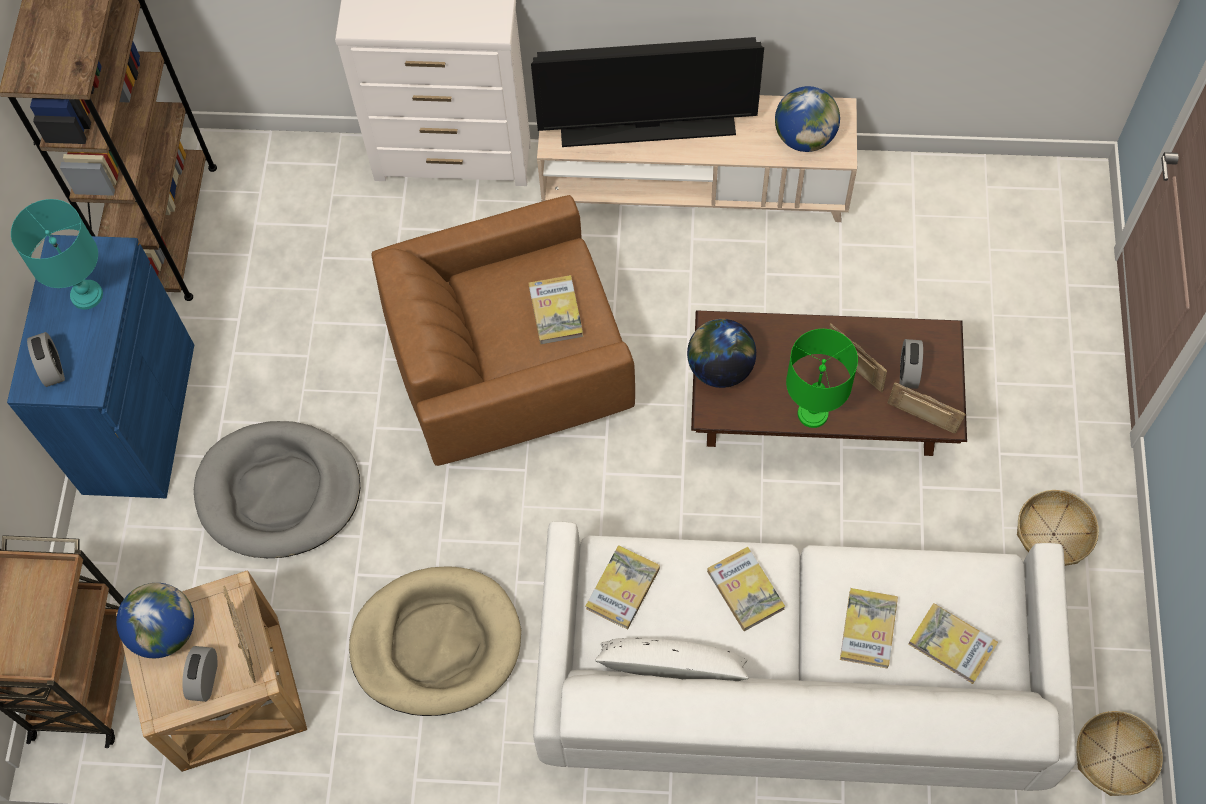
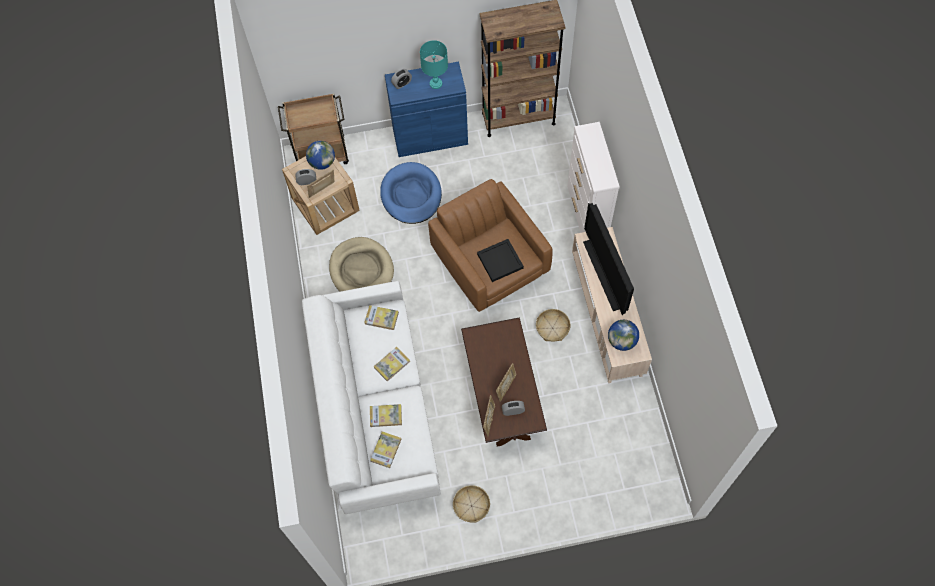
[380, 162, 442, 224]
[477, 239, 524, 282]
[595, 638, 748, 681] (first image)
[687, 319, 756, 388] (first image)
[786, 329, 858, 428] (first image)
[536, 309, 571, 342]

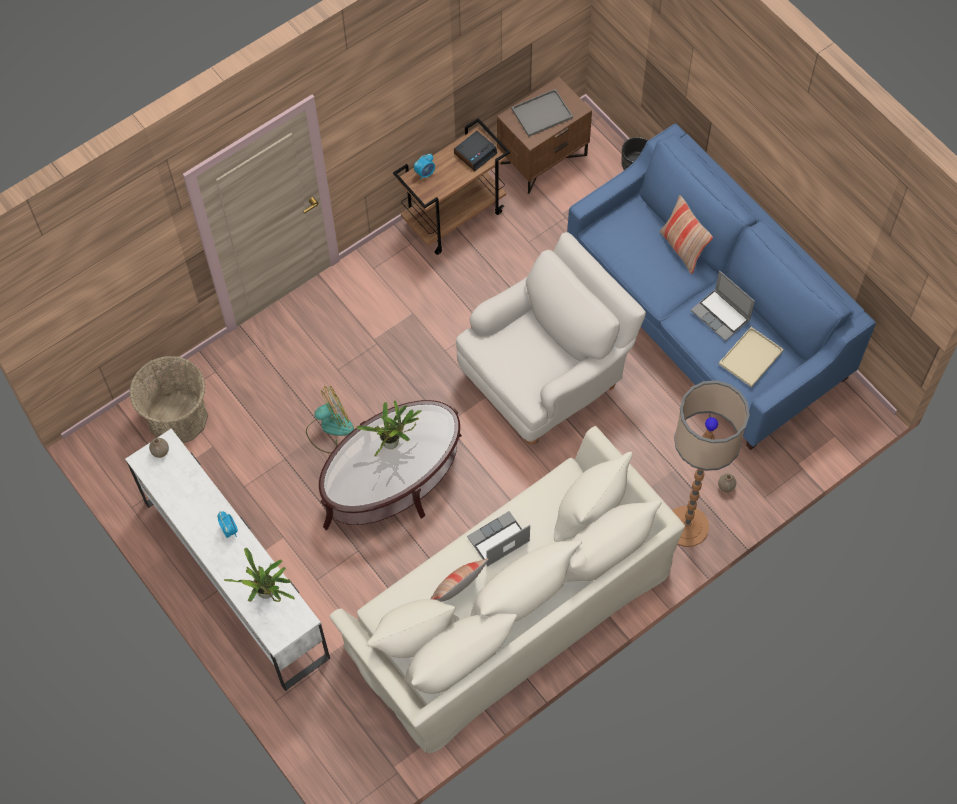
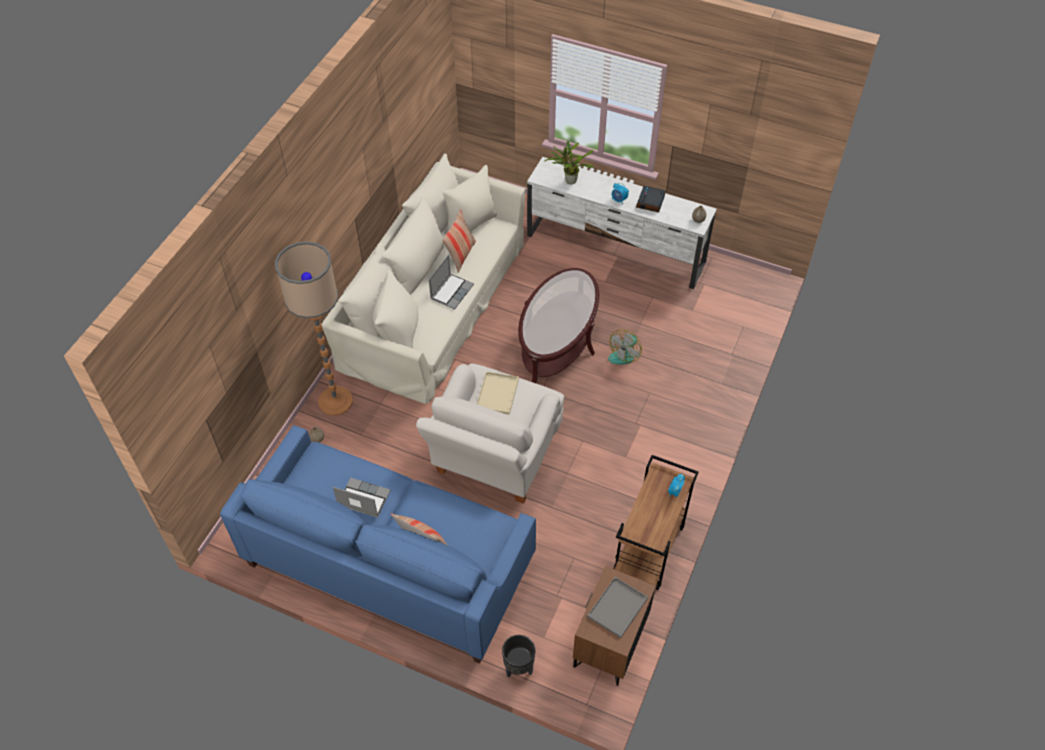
[129, 356, 208, 443] (first image)
[356, 401, 422, 456] (first image)
[636, 186, 665, 212]
[477, 371, 519, 415]

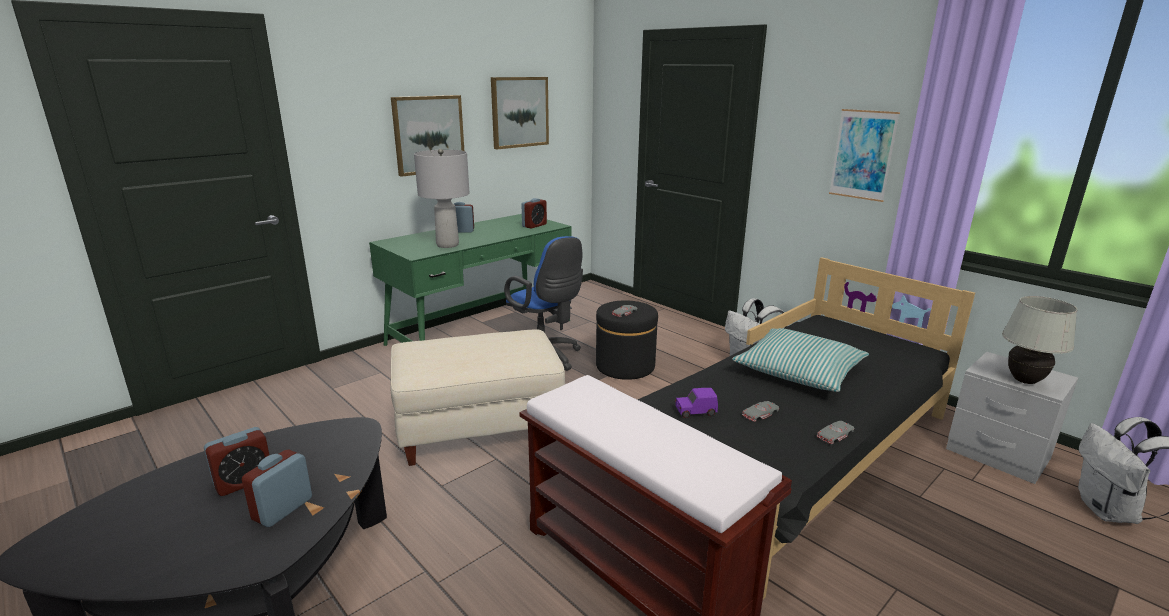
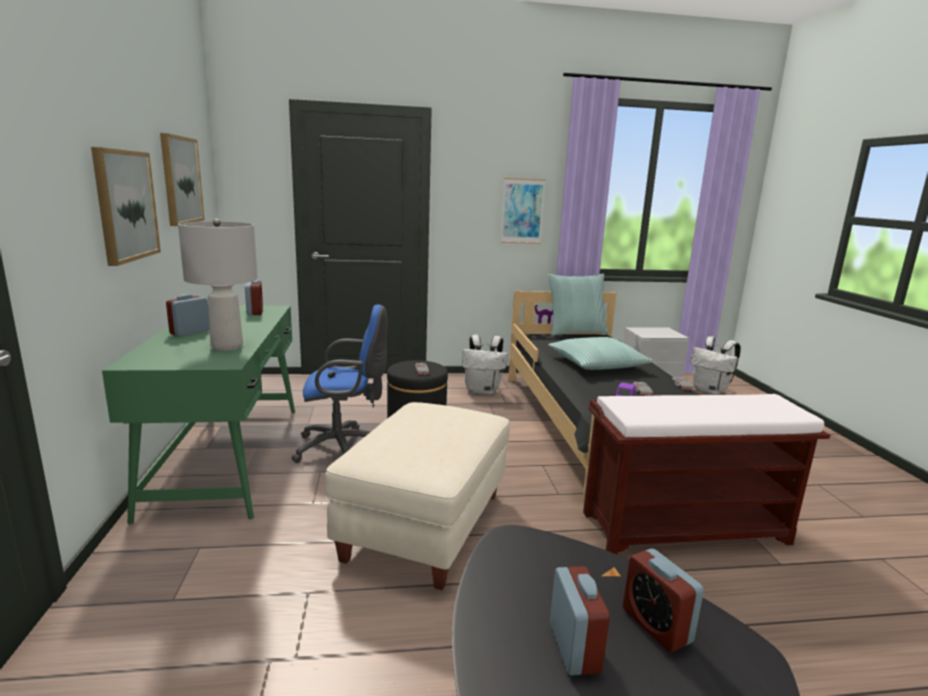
[1002, 296, 1077, 384] (first image)
[548, 273, 609, 336]

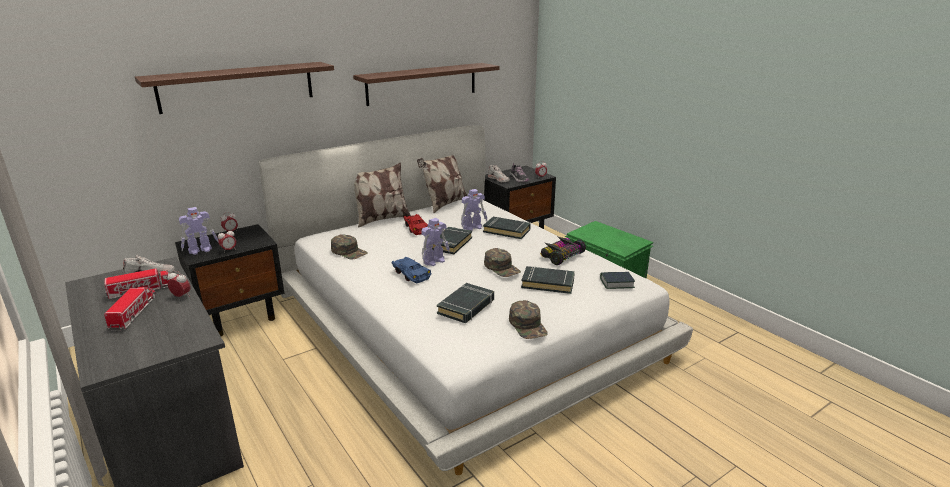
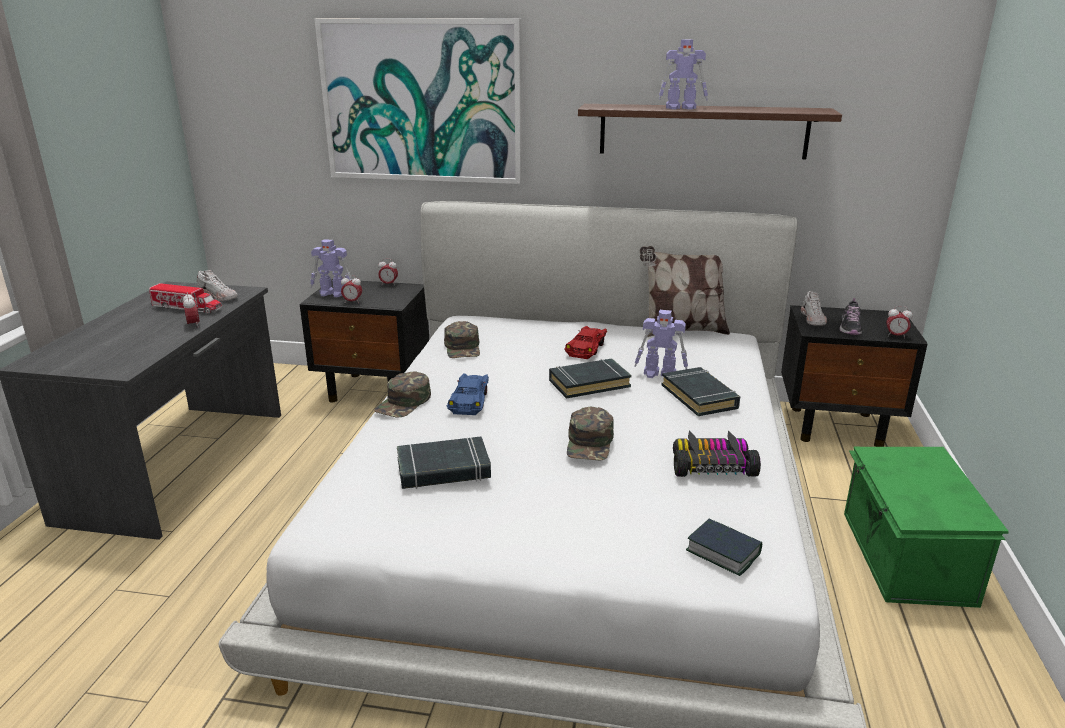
[104, 287, 156, 331] (first image)
[314, 18, 522, 184]
[354, 163, 411, 228] (first image)
[658, 40, 708, 110]
[374, 371, 431, 417]
[521, 266, 575, 294] (first image)

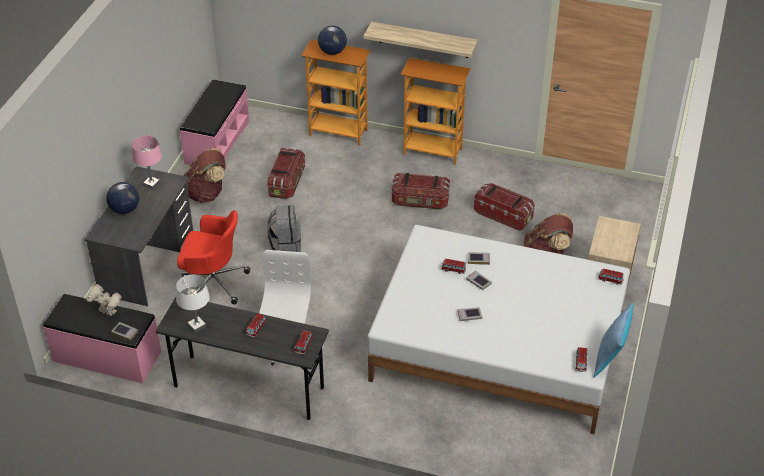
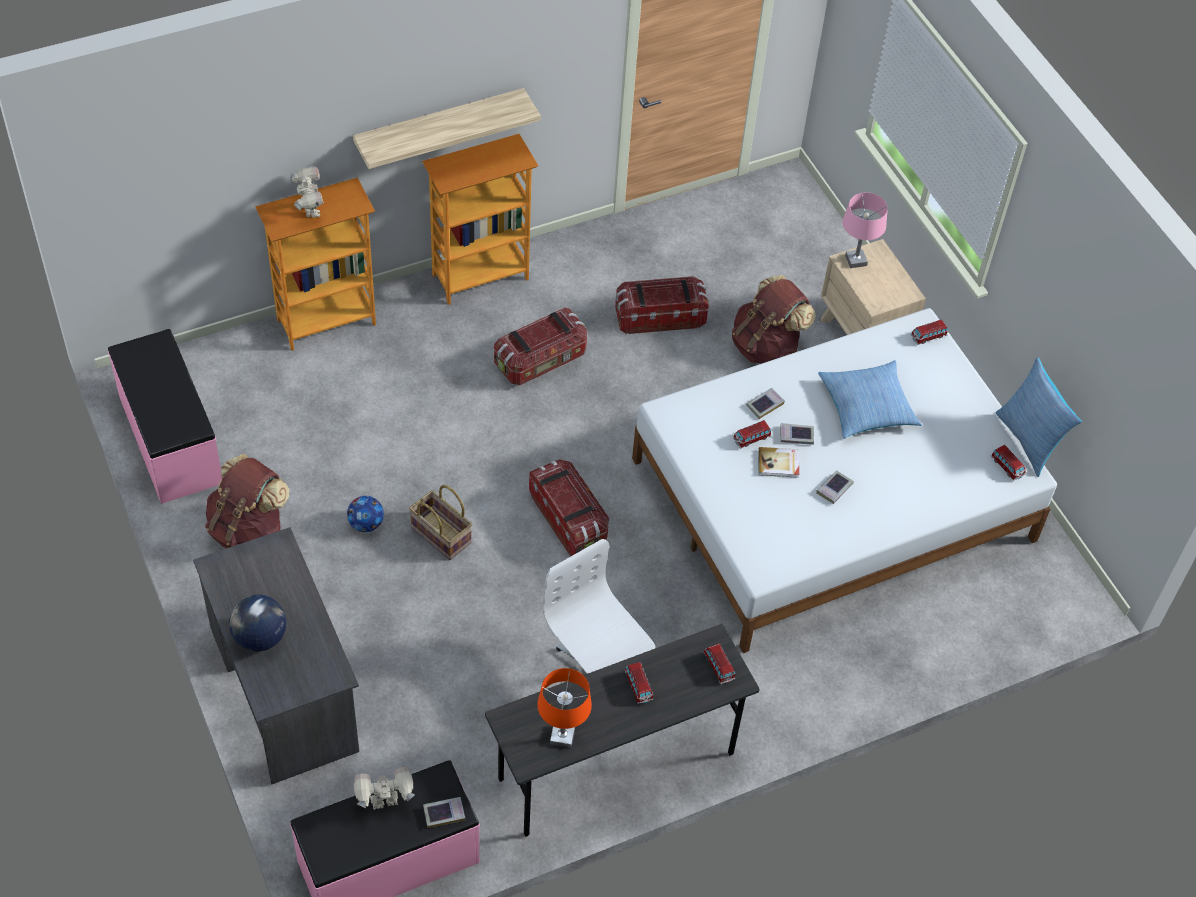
[843, 192, 888, 268]
[537, 668, 592, 748]
[177, 210, 250, 305] (first image)
[529, 459, 609, 556]
[409, 485, 472, 560]
[290, 167, 324, 218]
[347, 496, 384, 532]
[758, 447, 799, 478]
[818, 360, 922, 439]

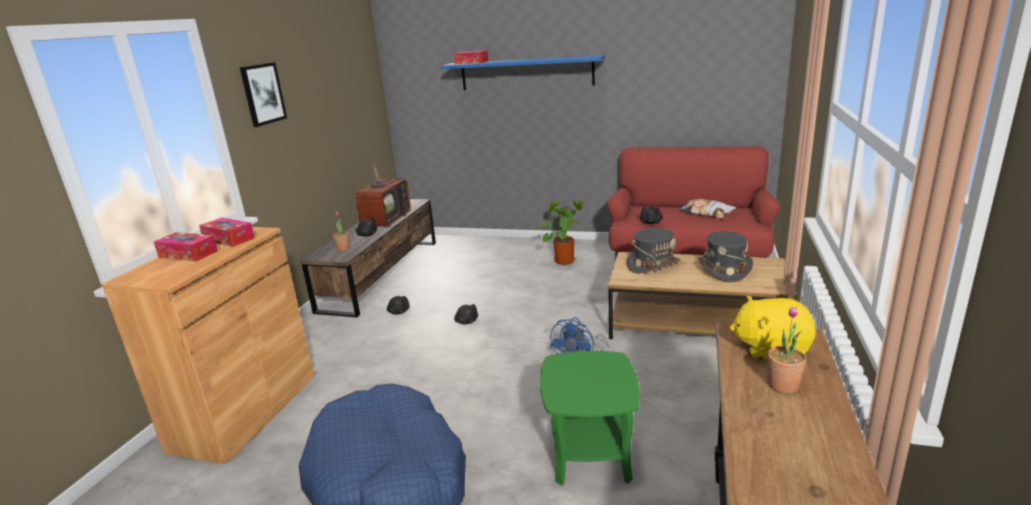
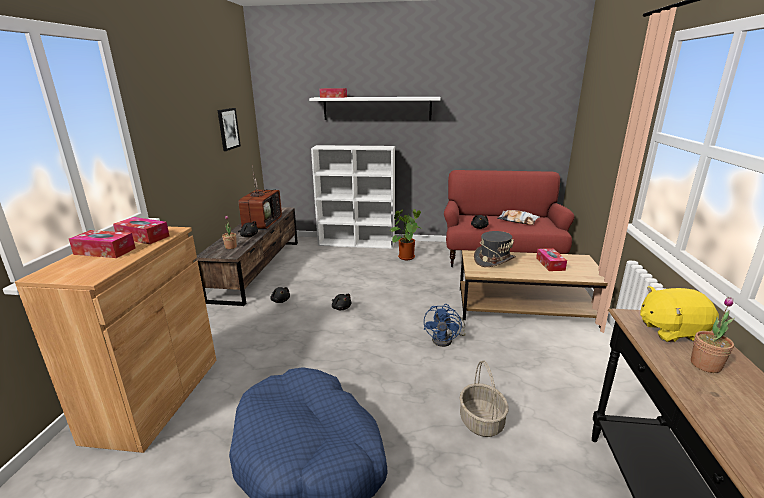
[218, 108, 241, 151]
[309, 97, 441, 120]
[460, 360, 509, 437]
[536, 248, 567, 271]
[311, 145, 395, 249]

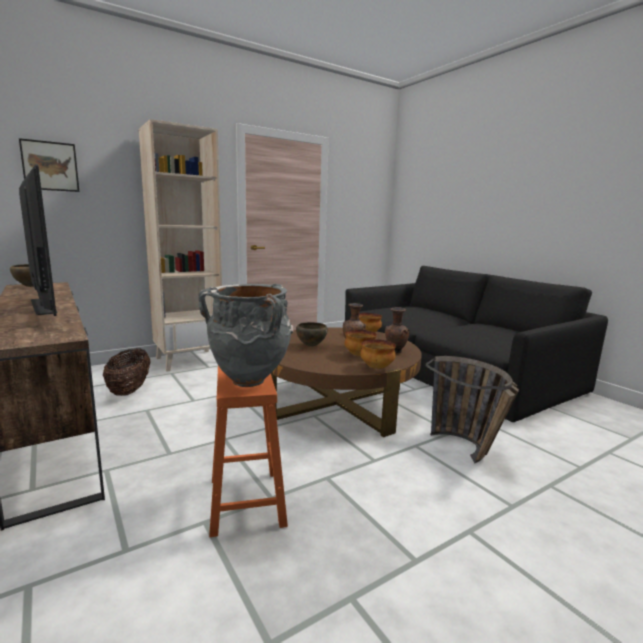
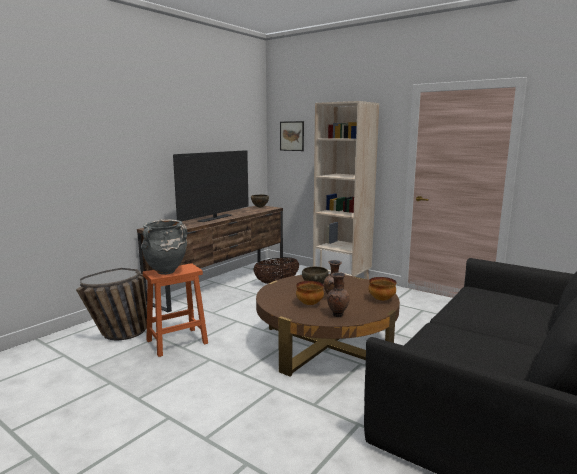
[360, 339, 396, 369] (first image)
[76, 268, 147, 340]

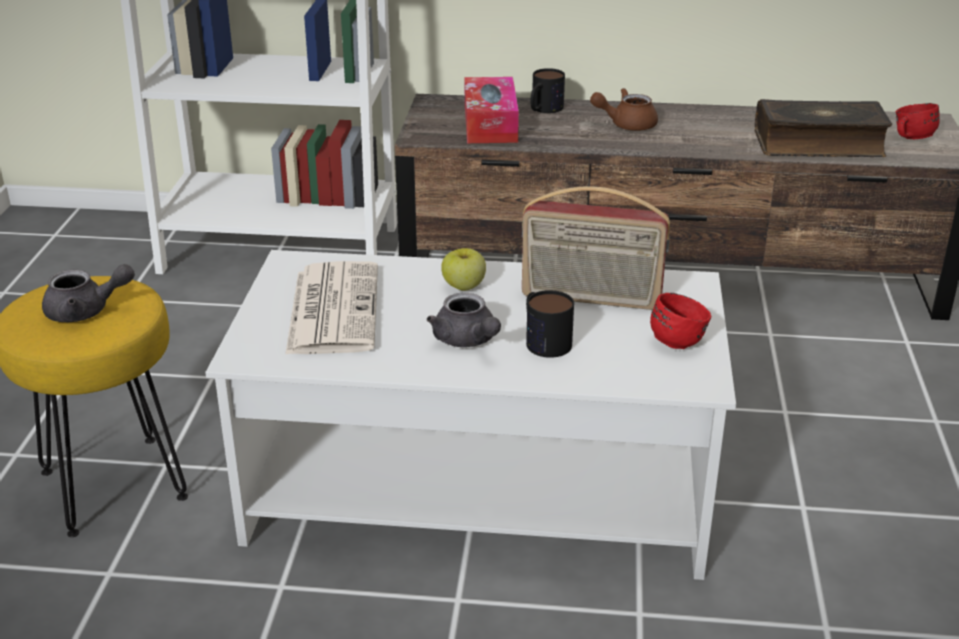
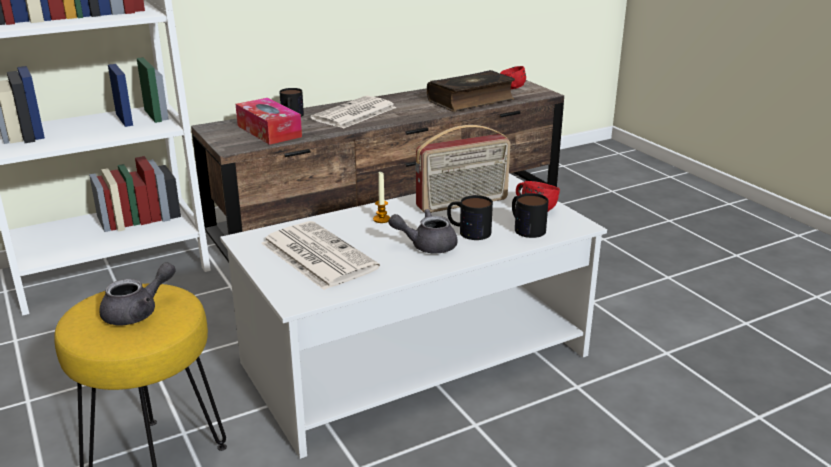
[388, 209, 458, 253]
[373, 172, 390, 223]
[311, 96, 396, 129]
[512, 193, 548, 238]

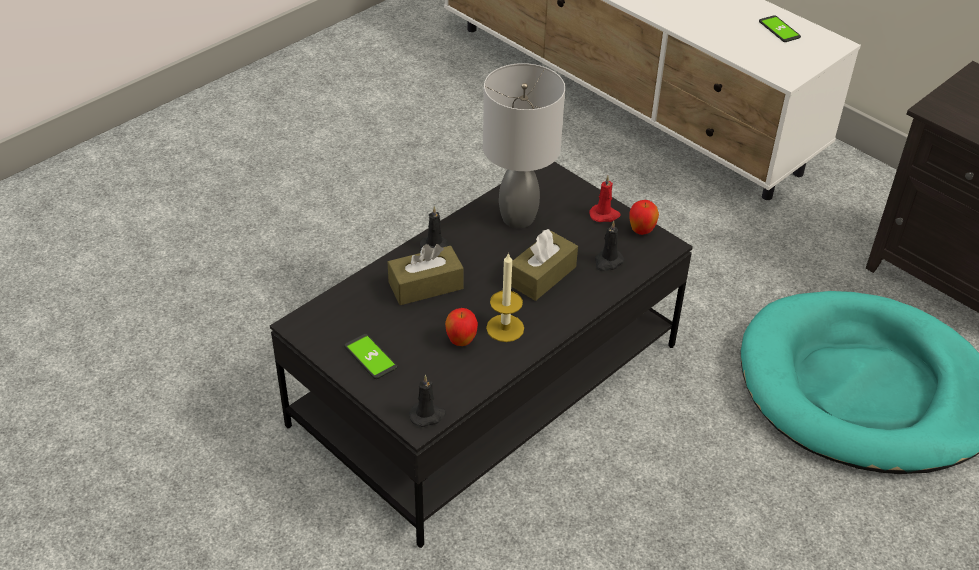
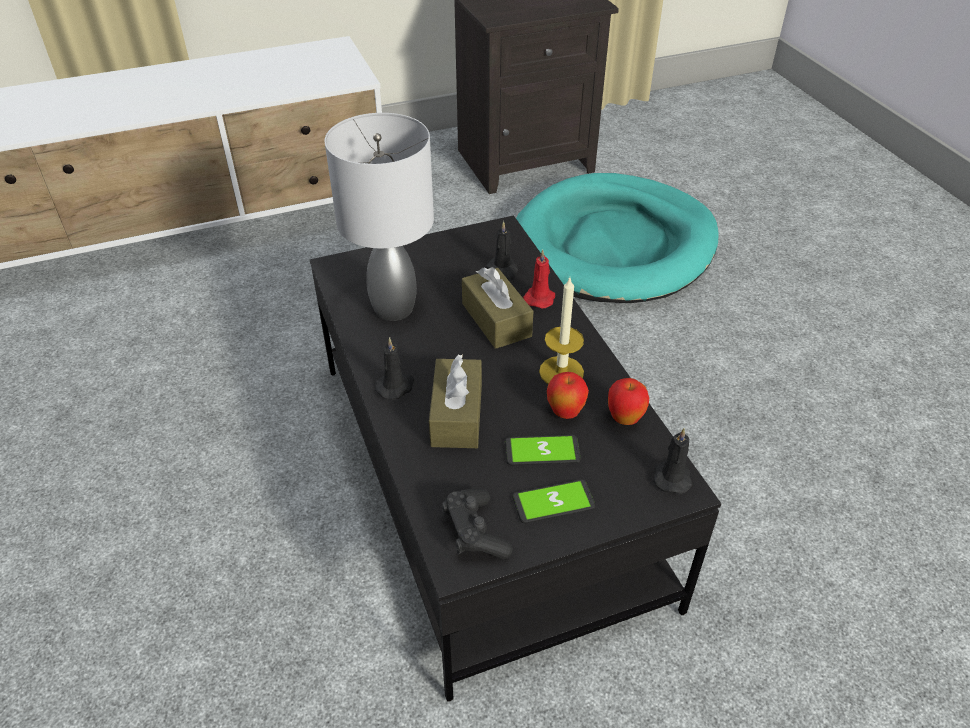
[523, 249, 555, 308]
[608, 378, 649, 425]
[505, 435, 581, 466]
[442, 489, 512, 559]

